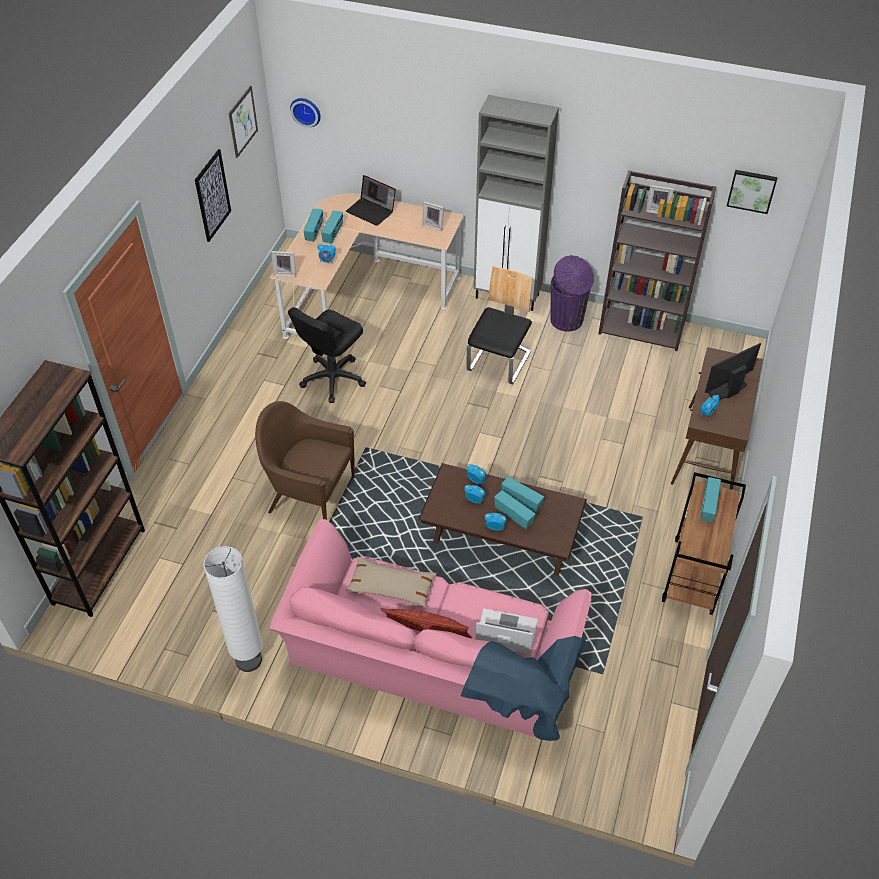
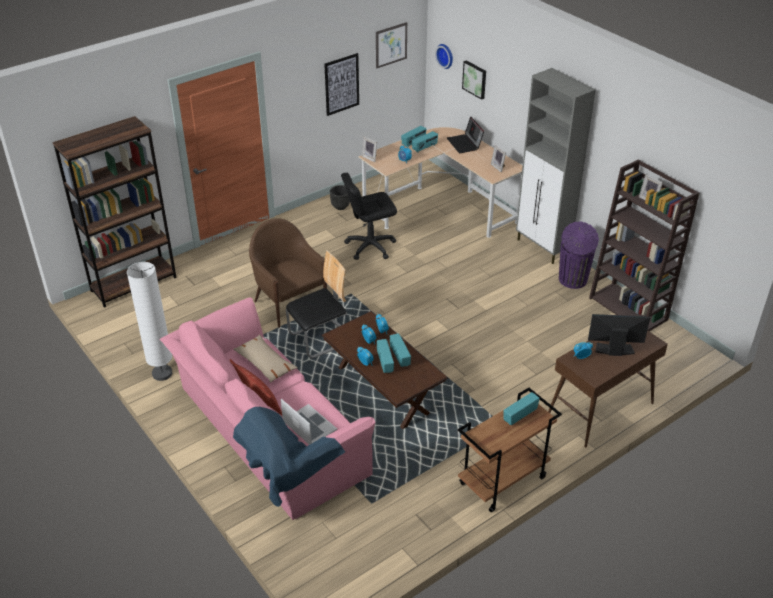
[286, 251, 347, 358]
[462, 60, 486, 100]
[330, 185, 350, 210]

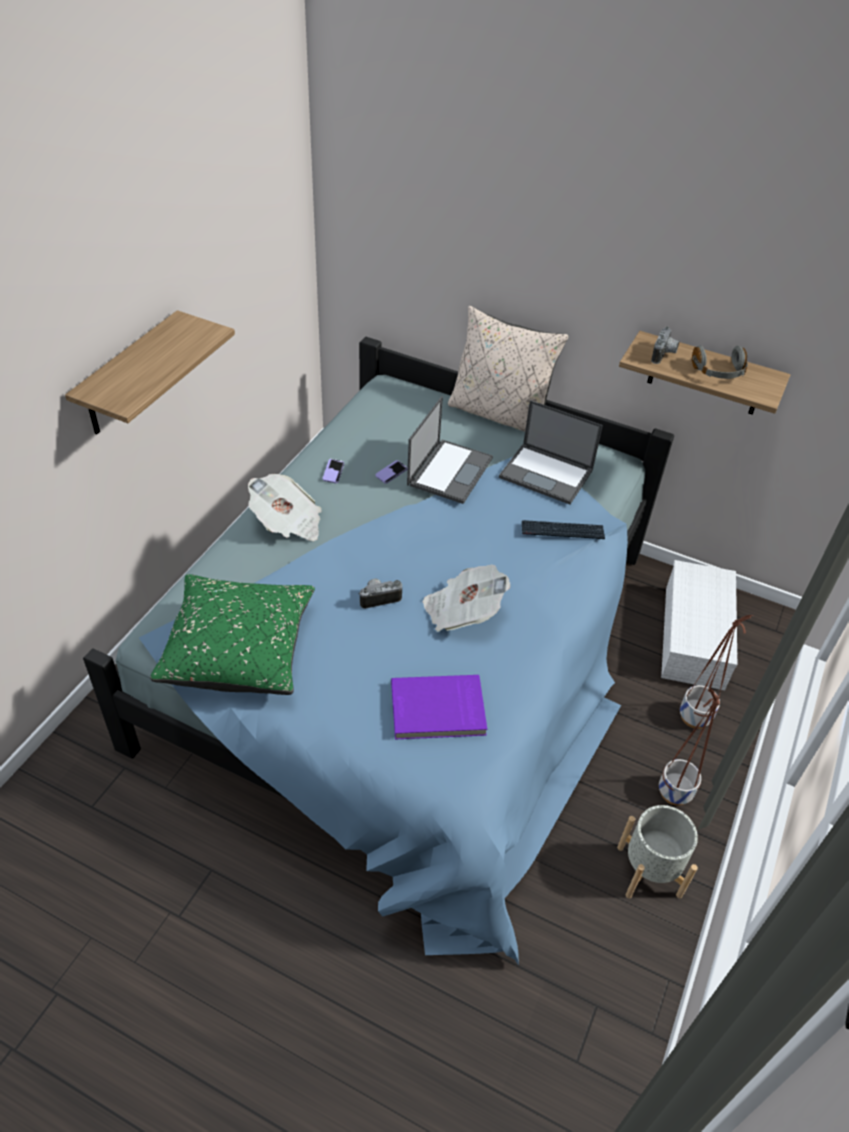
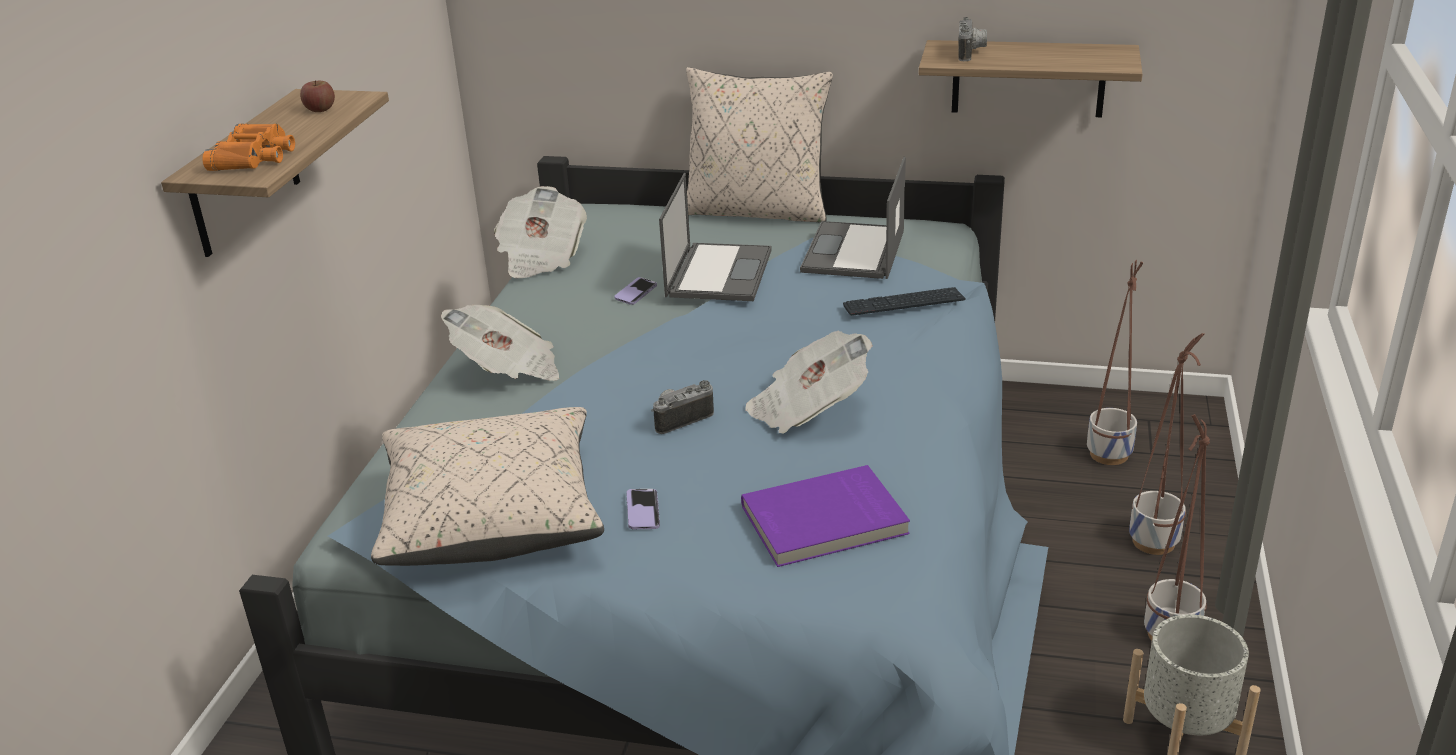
[371, 407, 604, 566]
[627, 489, 660, 529]
[800, 157, 906, 279]
[1087, 260, 1143, 465]
[692, 345, 747, 379] (first image)
[202, 124, 295, 171]
[300, 80, 335, 112]
[494, 186, 587, 278]

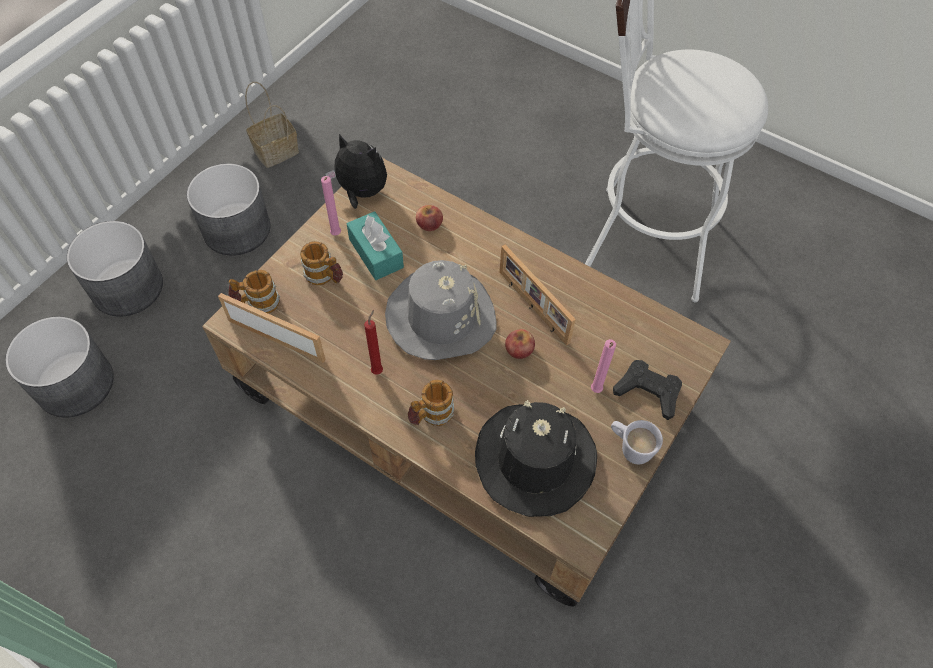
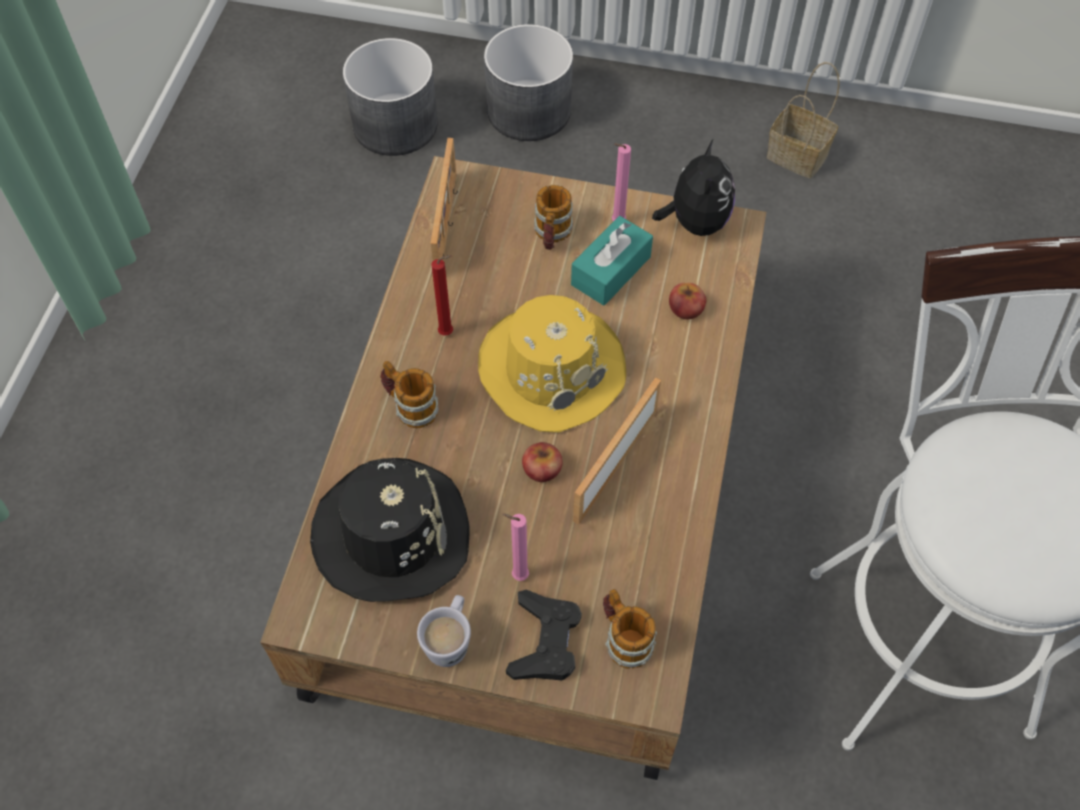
[187, 163, 270, 256] (first image)
[603, 589, 657, 669]
[478, 295, 626, 433]

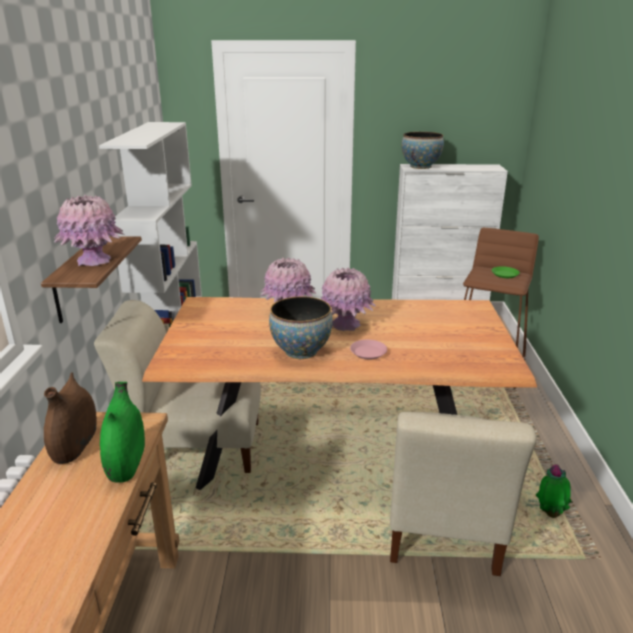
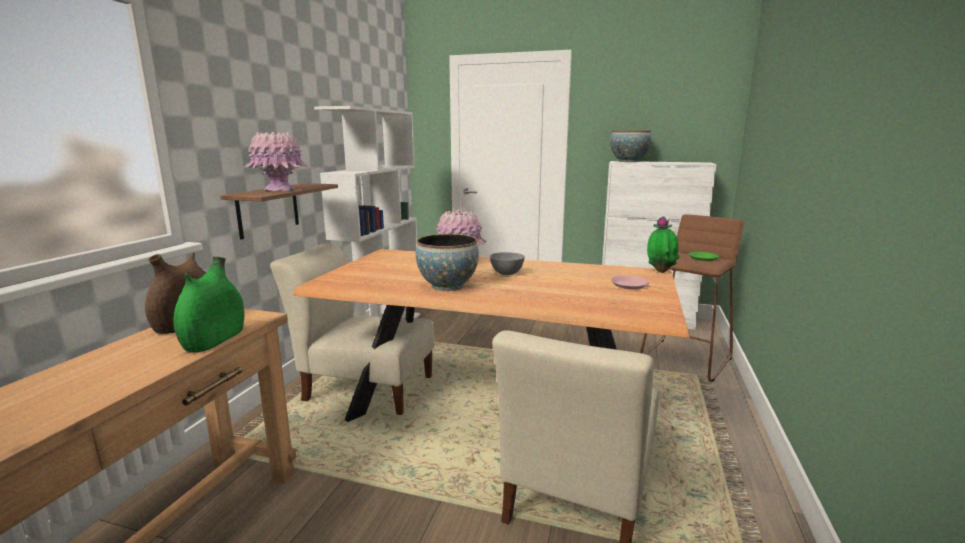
[490, 252, 525, 275]
[611, 276, 649, 290]
[647, 216, 680, 273]

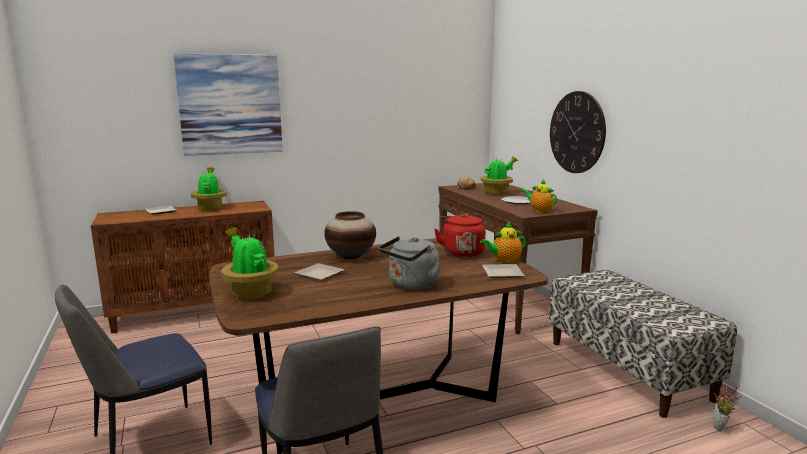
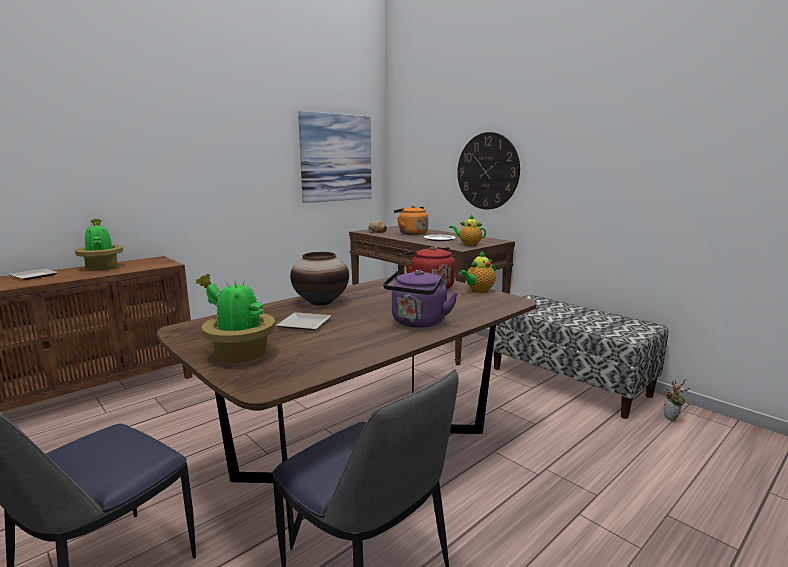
[298, 111, 372, 203]
[383, 270, 458, 328]
[394, 205, 428, 235]
[482, 264, 525, 278] (first image)

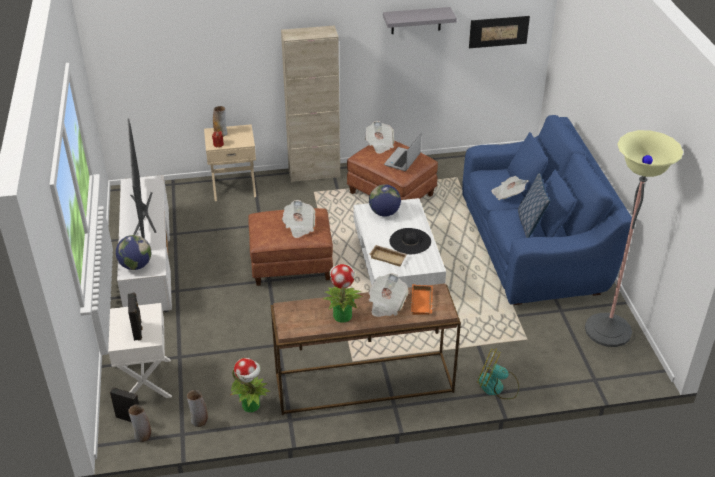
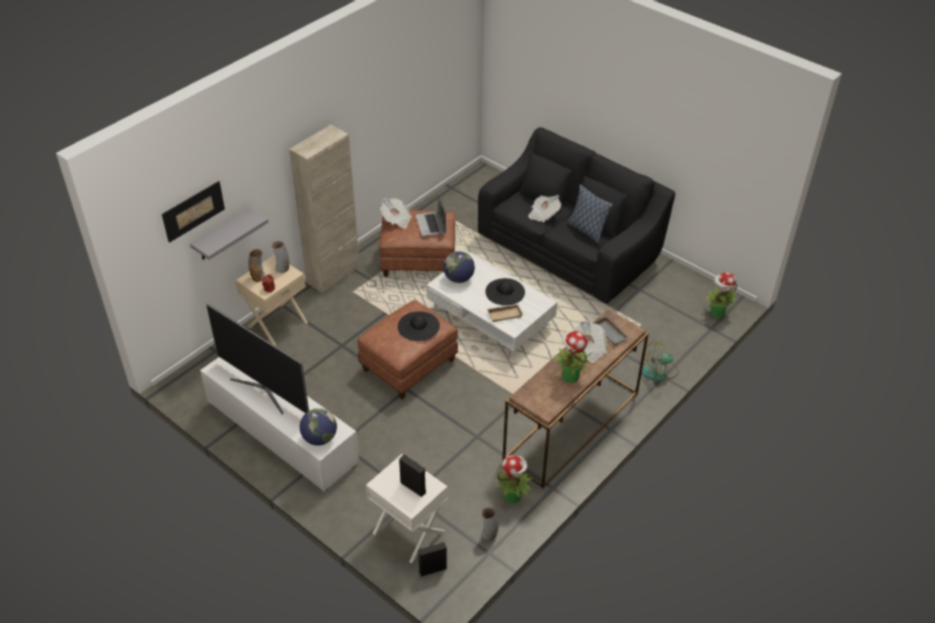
[271, 241, 289, 273]
[398, 311, 440, 341]
[190, 207, 269, 260]
[592, 316, 629, 346]
[478, 127, 675, 304]
[162, 181, 225, 243]
[585, 130, 683, 347] (first image)
[704, 272, 737, 318]

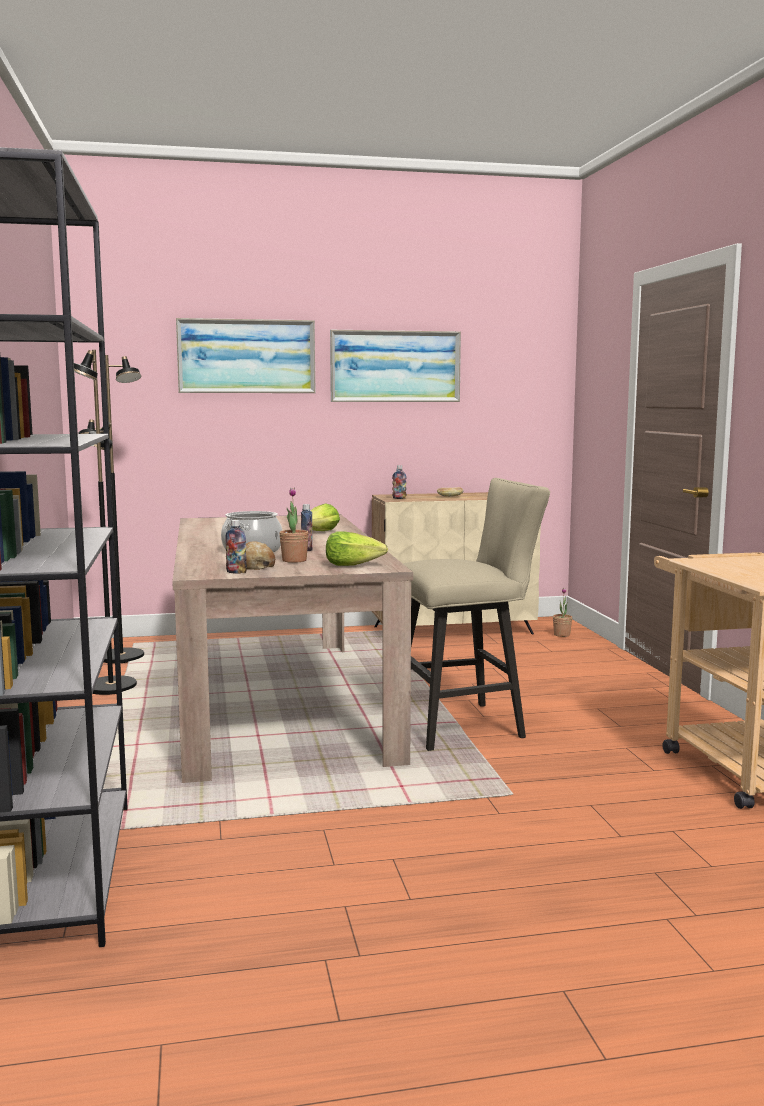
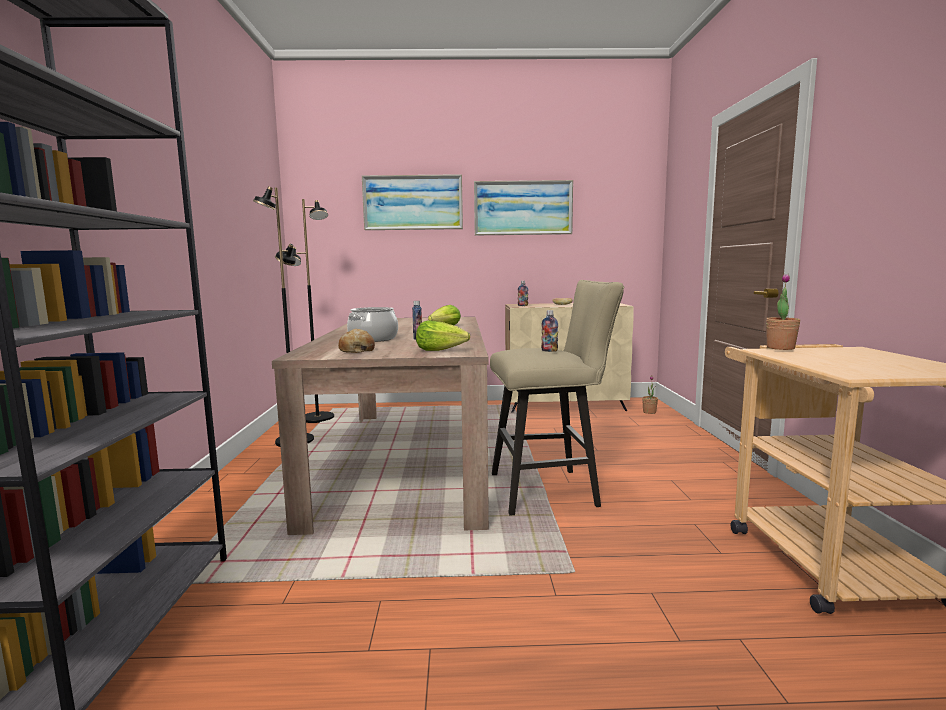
[541, 310, 558, 352]
[766, 274, 801, 350]

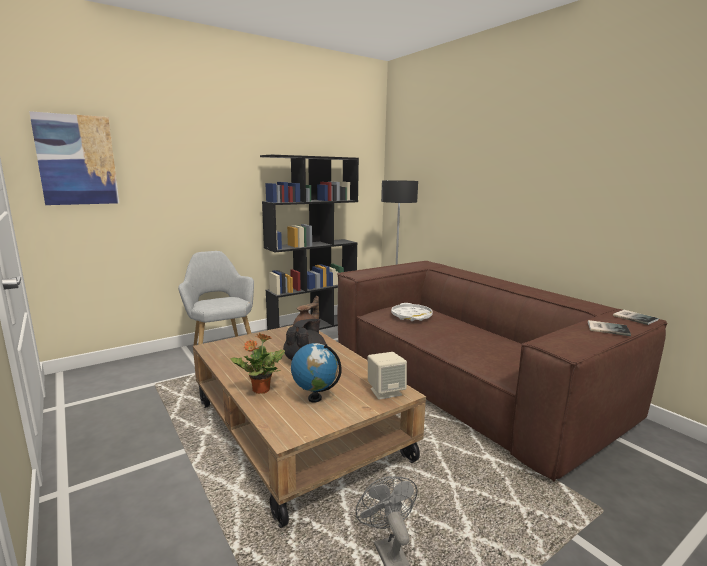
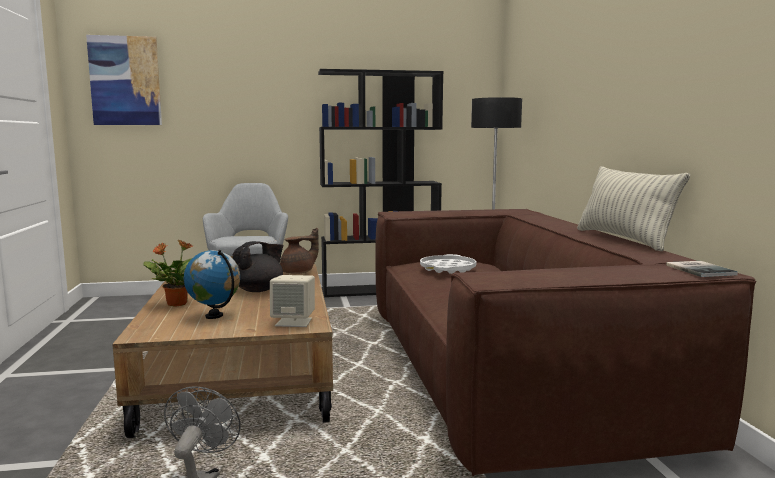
[588, 320, 631, 336] (first image)
[577, 166, 690, 251]

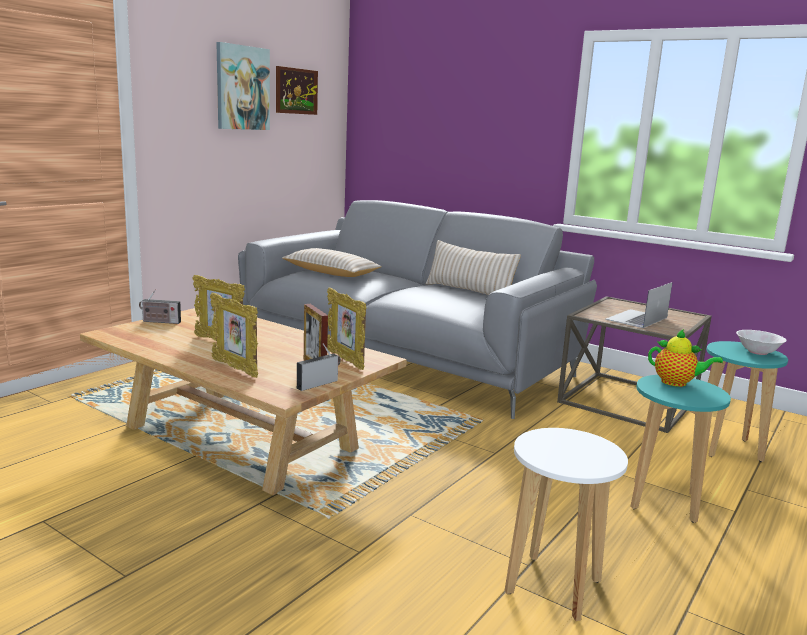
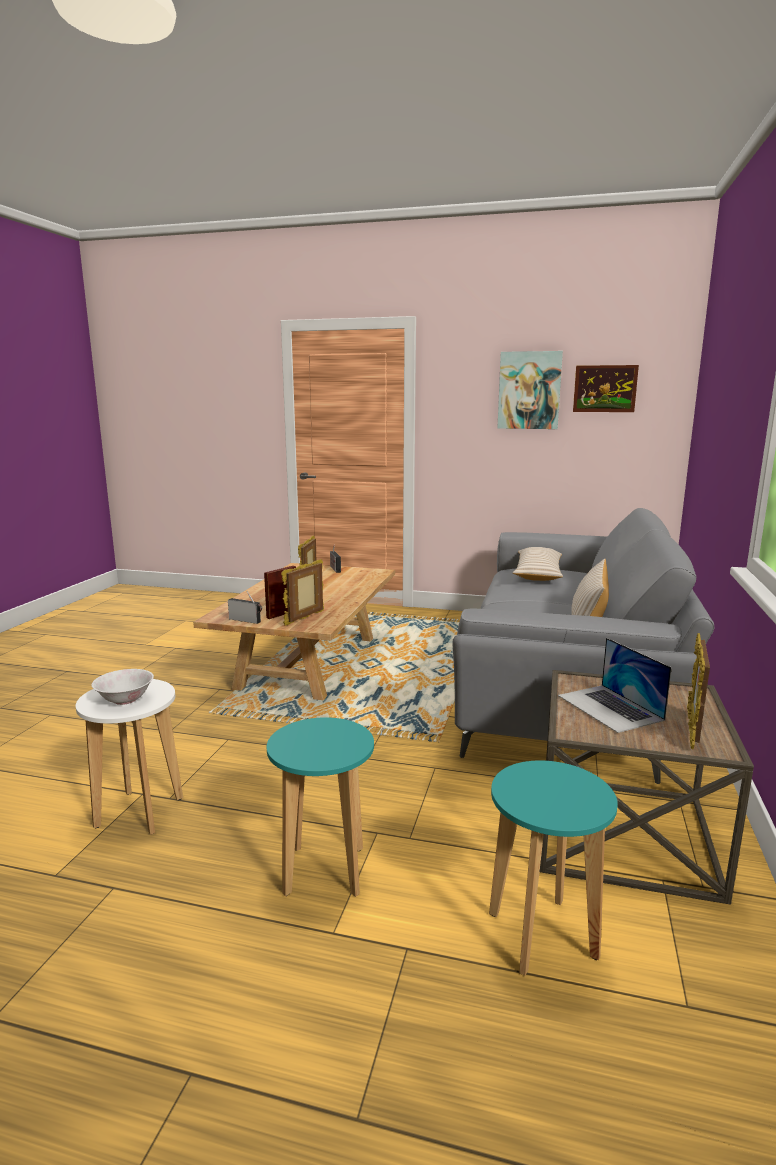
[687, 633, 710, 750]
[558, 638, 672, 733]
[648, 329, 723, 387] (first image)
[91, 669, 154, 705]

